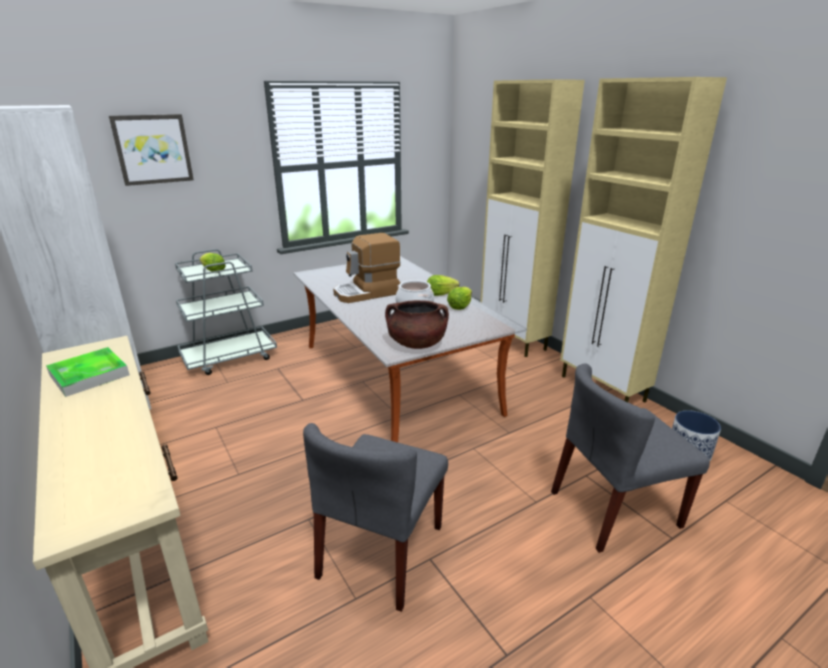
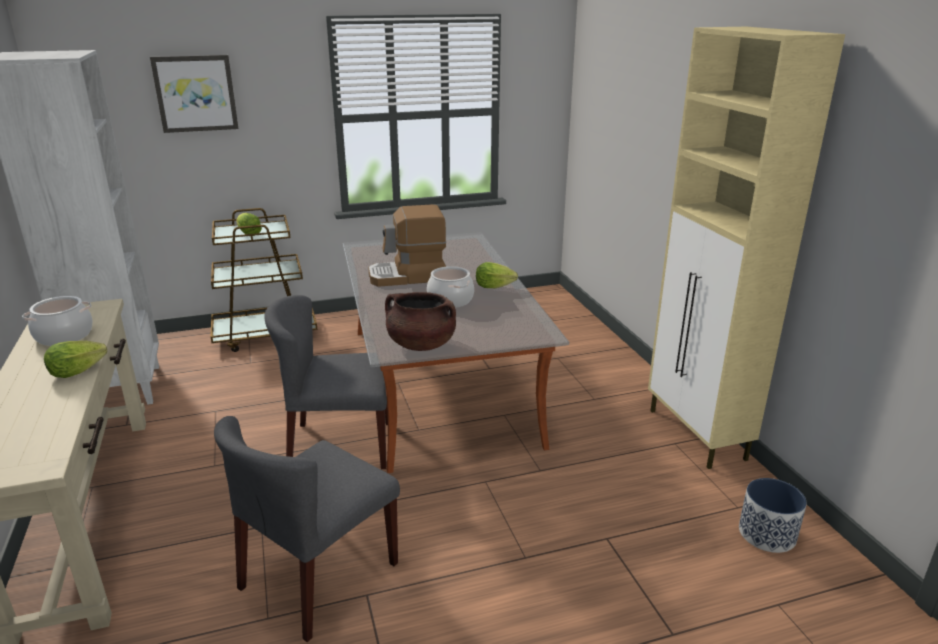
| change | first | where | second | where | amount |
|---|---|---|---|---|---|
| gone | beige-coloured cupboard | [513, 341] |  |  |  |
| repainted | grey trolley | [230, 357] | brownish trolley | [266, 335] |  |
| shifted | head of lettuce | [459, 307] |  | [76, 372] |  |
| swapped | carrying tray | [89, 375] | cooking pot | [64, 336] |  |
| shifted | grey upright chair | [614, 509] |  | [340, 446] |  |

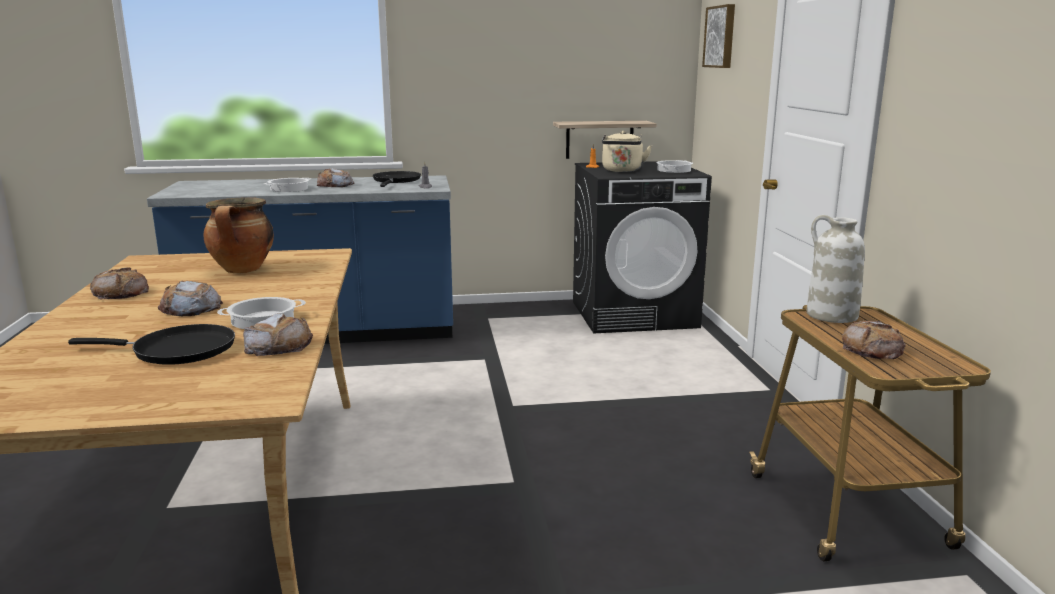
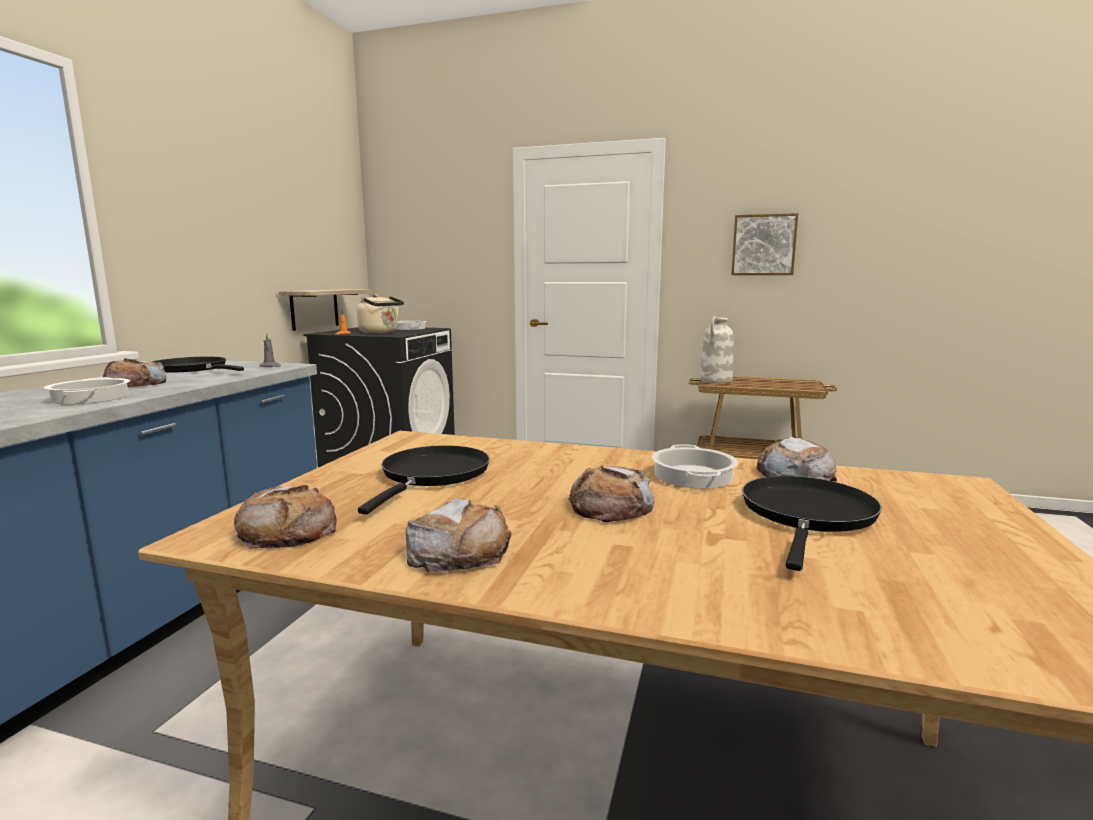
| change | first | where | second | where | amount |
|---|---|---|---|---|---|
| shifted | wall art | [721, 37] |  | [763, 245] |  |
| swapped | cooking pot | [243, 270] | blackish frying pan | [432, 475] |  |
| shifted | bread | [872, 348] |  | [288, 530] |  |

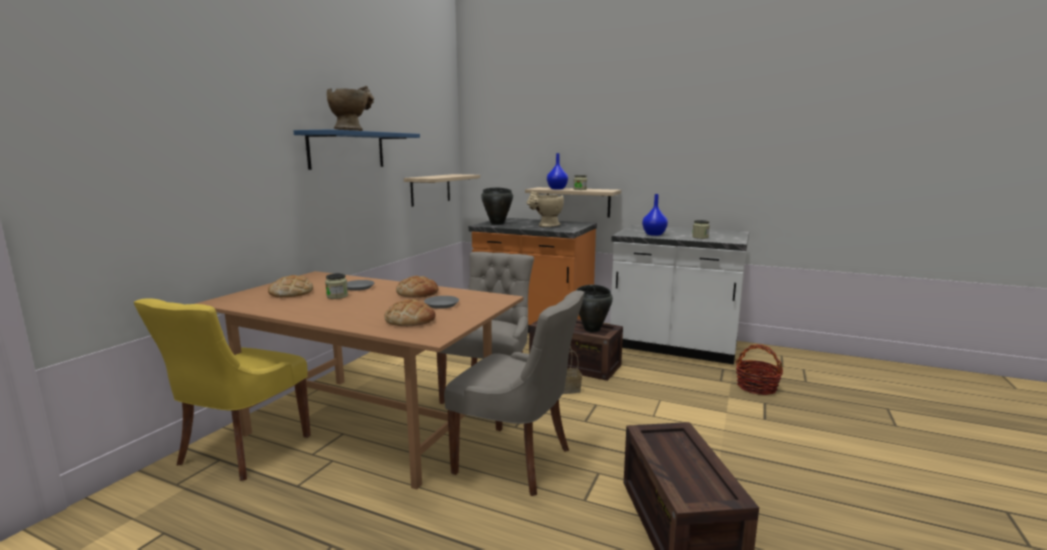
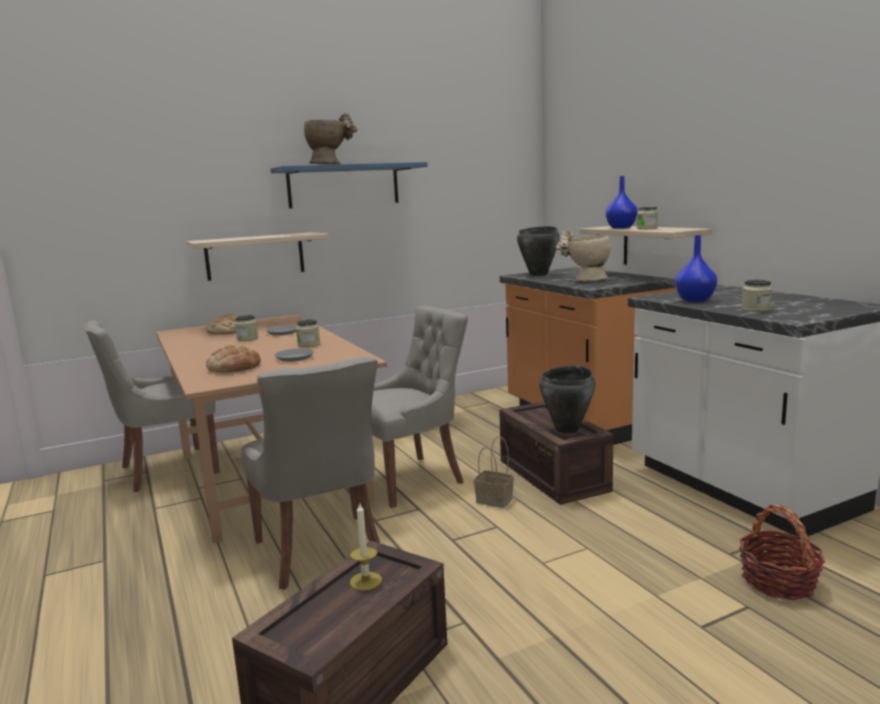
| change | first | where | second | where | amount |
|---|---|---|---|---|---|
| shifted | wall shelf | [430, 189] |  | [255, 256] |  |
| swapped | bread | [417, 293] | preserve jar | [308, 344] |  |
| repainted | yellow-coloured upright chair | [241, 450] | grey upright chair | [166, 469] |  |
| new |  |  | wax light | [365, 581] |  |

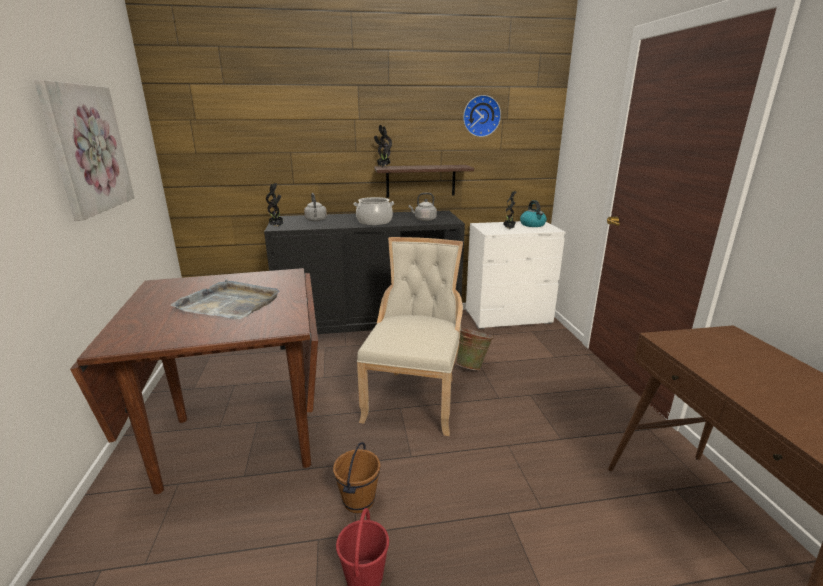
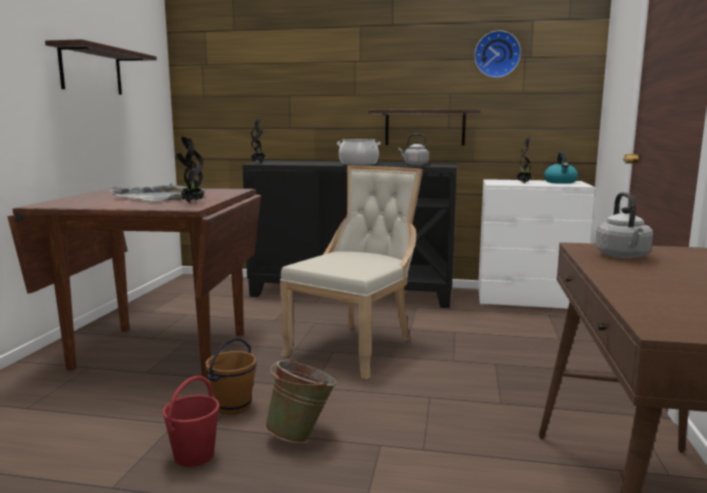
| change | first | where | second | where | amount |
|---|---|---|---|---|---|
| swapped | wall art | [87, 149] | wall shelf | [91, 71] |  |
| shifted | plant in a pot | [383, 167] |  | [192, 203] |  |
| shifted | grey water kettle | [316, 220] |  | [623, 256] |  |
| shifted | greenish bucket | [472, 366] |  | [302, 435] |  |

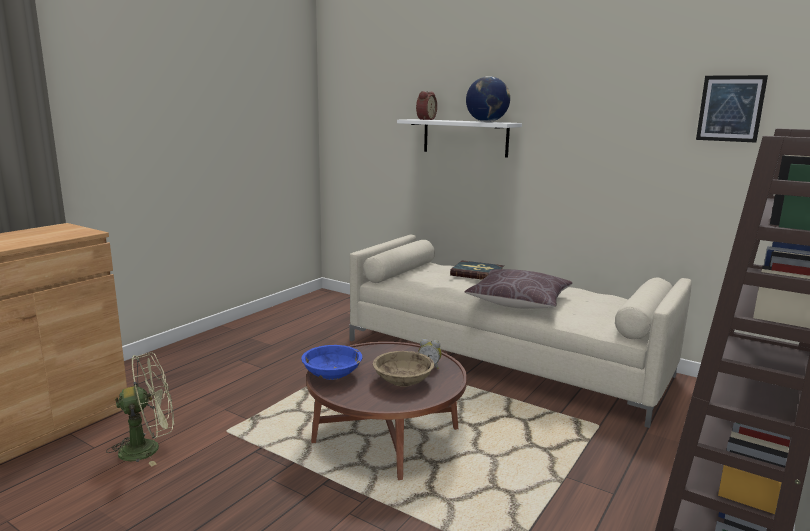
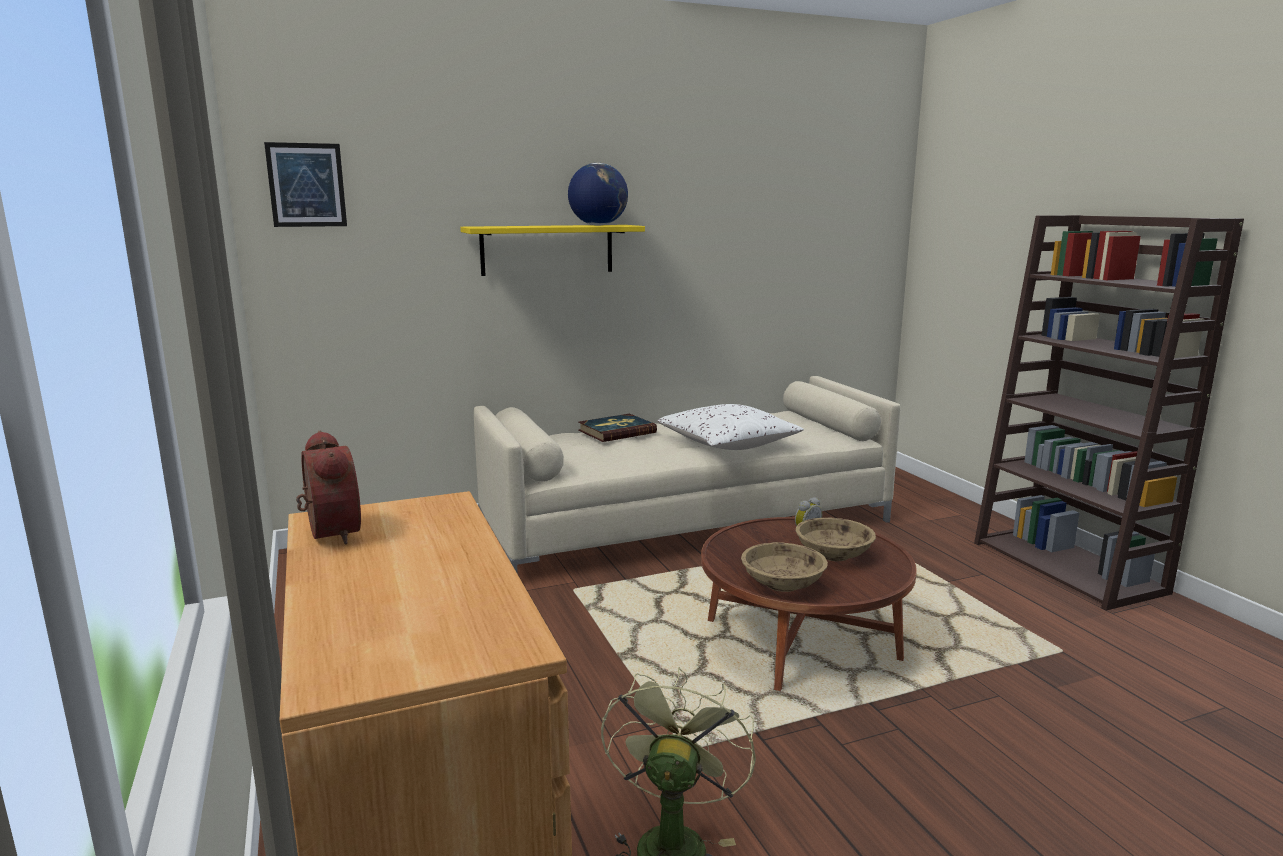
| change | first | where | second | where | amount |
|---|---|---|---|---|---|
| shifted | wall art | [730, 108] |  | [306, 185] |  |
| shifted | table clock | [425, 119] |  | [328, 534] |  |
| repainted | whitish wall shelf | [465, 137] | yellow-coloured wall shelf | [547, 249] |  |
| repainted | brownish pillow | [518, 302] | whitish pillow | [728, 443] |  |
| repainted | blue-coloured serving bowl | [332, 374] | beige-coloured serving bowl | [783, 584] |  |

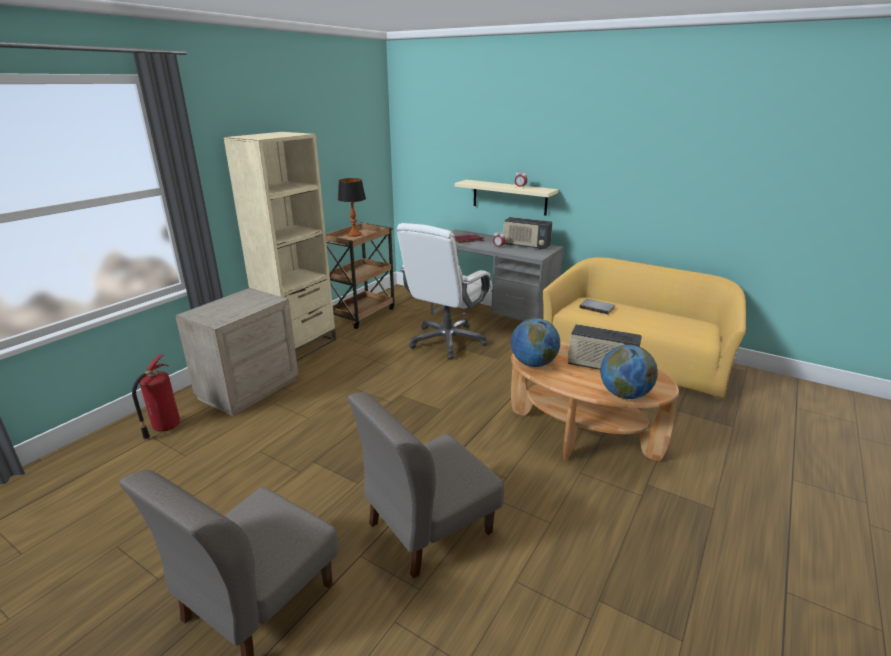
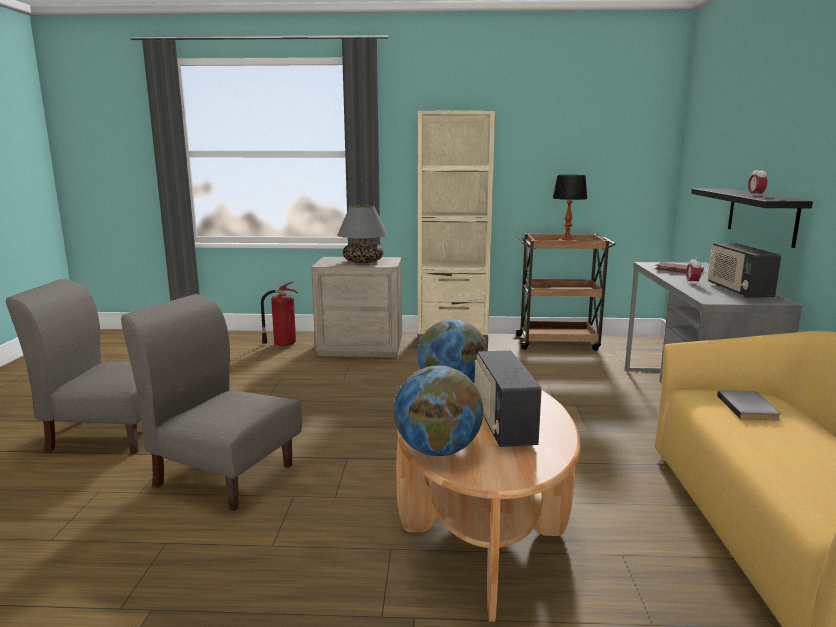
| change | first | where | second | where | amount |
|---|---|---|---|---|---|
| repainted | beige-coloured wall shelf | [509, 197] | blackish wall shelf | [761, 215] |  |
| gone | whitish office chair | [447, 341] |  |  |  |
| new |  |  | grey tabletop lamp | [363, 261] |  |

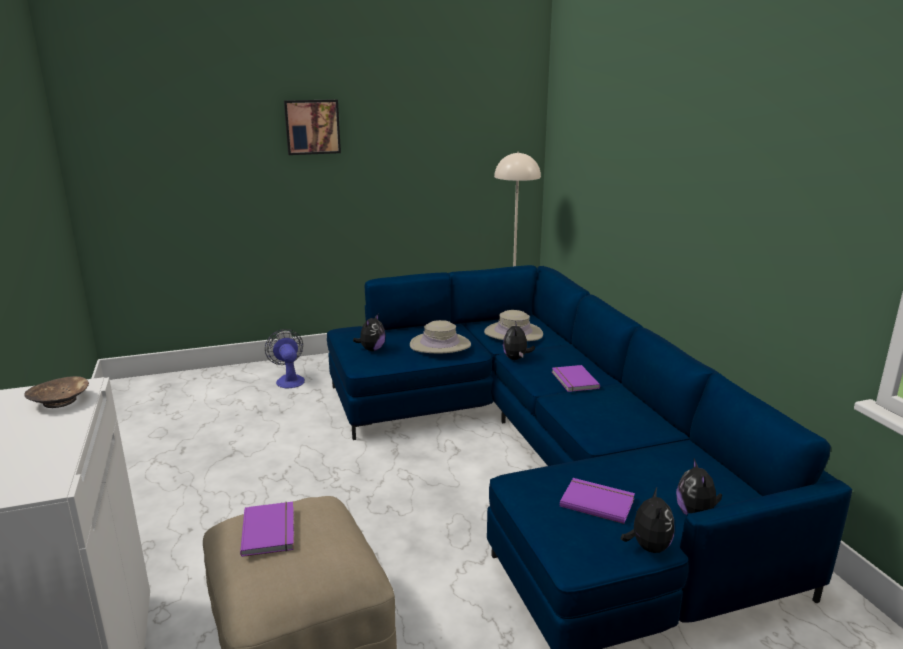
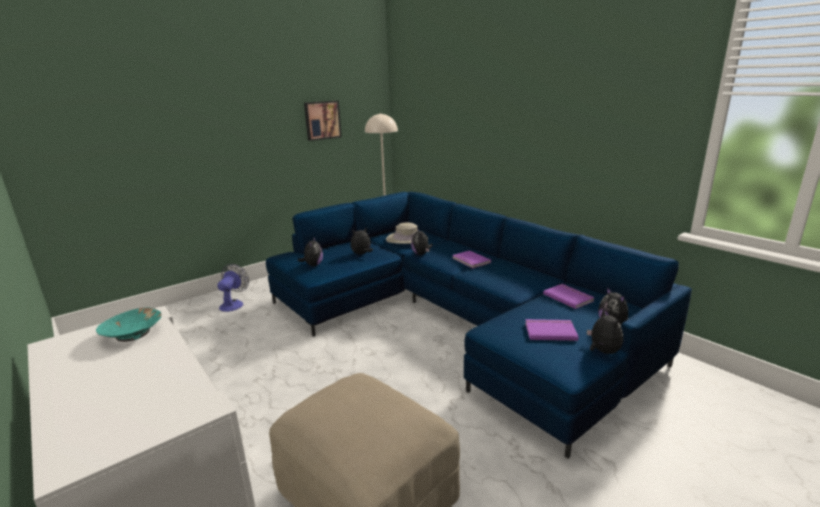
| change | first | where | second | where | amount |
|---|---|---|---|---|---|
| shifted | wall art | [312, 127] |  | [322, 120] |  |
| swapped | beige-coloured clothing hat | [440, 345] | cuddly toy | [362, 254] |  |
| rotated | cooling fan | [289, 379] |  | [234, 304] | 60 degrees clockwise |
| repainted | brownish serving bowl | [60, 401] | turquoise-coloured serving bowl | [133, 333] |  |
| shifted | purple bound book | [271, 530] |  | [568, 297] |  |

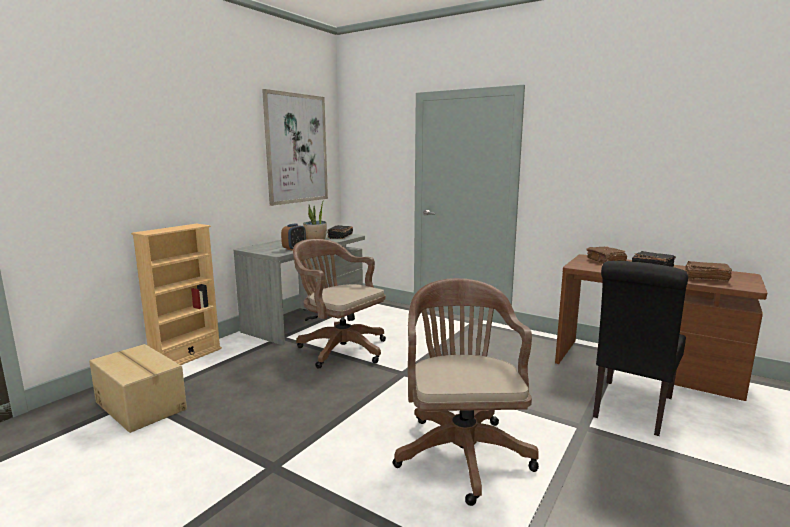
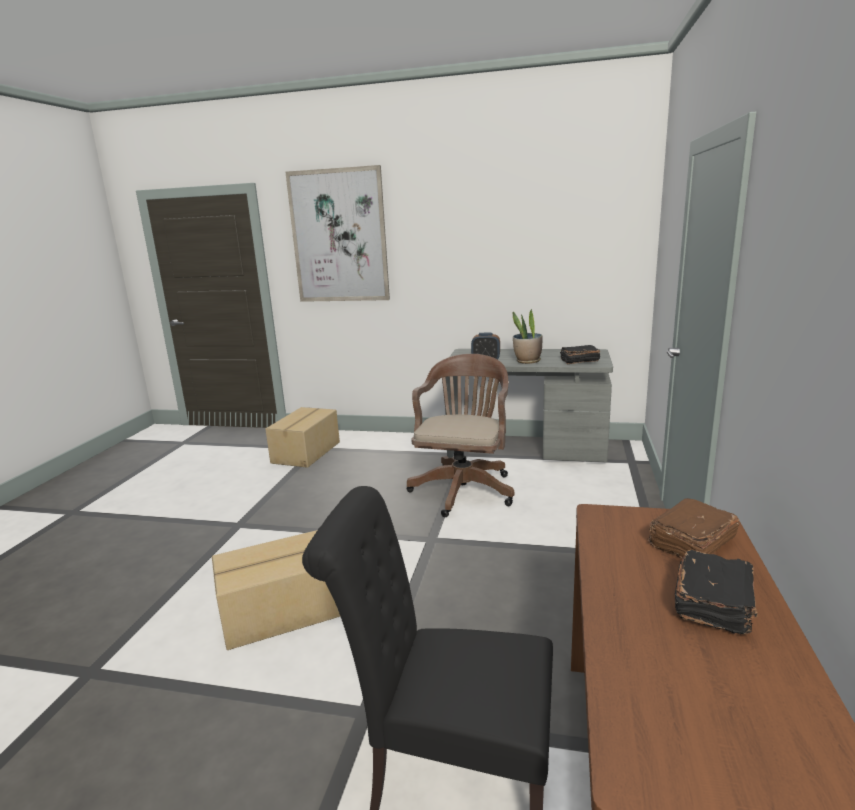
| change | first | where | second | where | amount |
|---|---|---|---|---|---|
| shifted | wall art | [296, 149] |  | [339, 236] |  |
| gone | beige-coloured bookcase | [186, 357] |  |  |  |
| gone | brownish bound book | [705, 278] |  |  |  |
| swapped | brownish office chair | [461, 450] | packing box | [281, 612] |  |

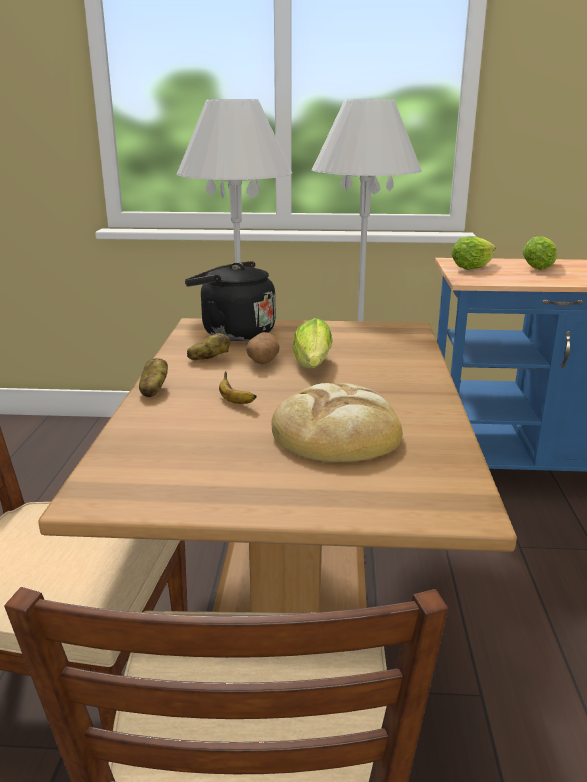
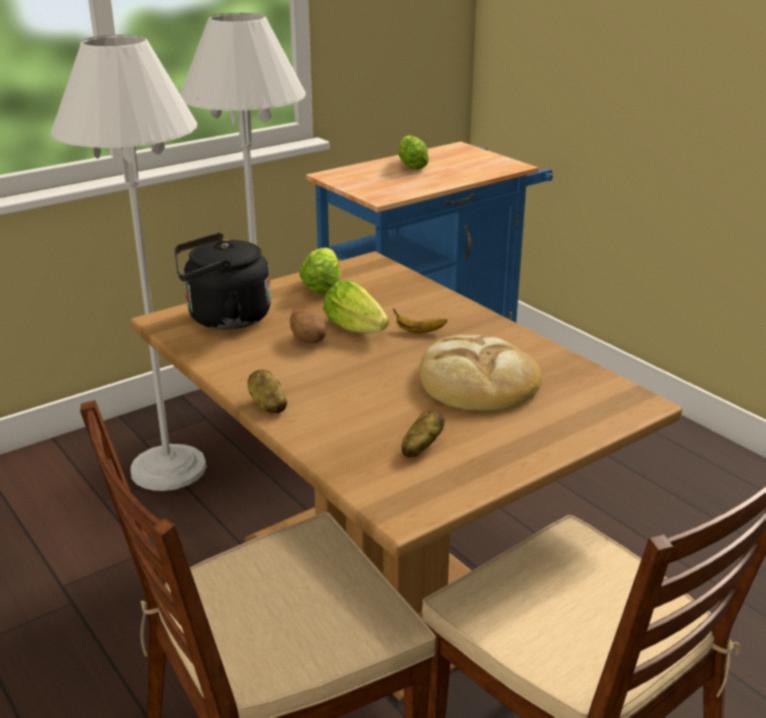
| change | first | where | second | where | amount |
|---|---|---|---|---|---|
| shifted | head of lettuce | [474, 266] |  | [323, 284] |  |
| shifted | spud | [209, 359] |  | [421, 447] |  |
| shifted | banana fruit | [235, 401] |  | [418, 331] |  |

